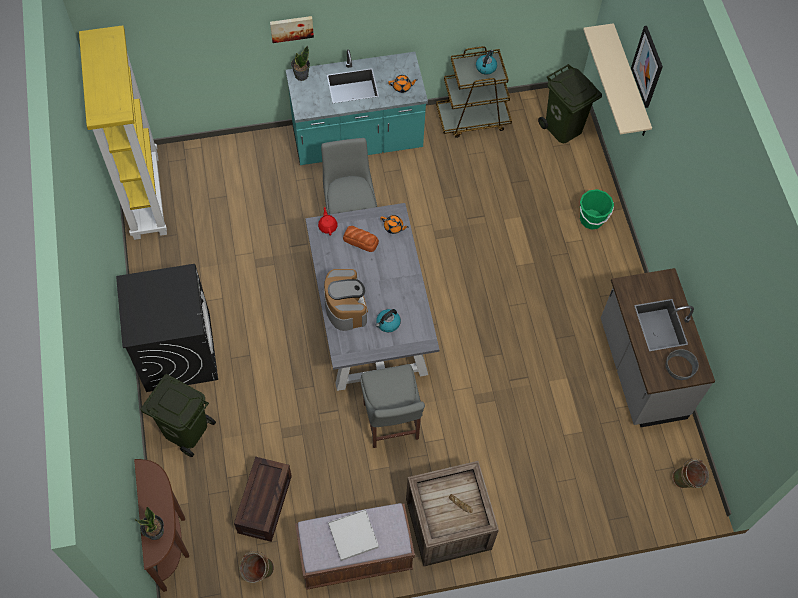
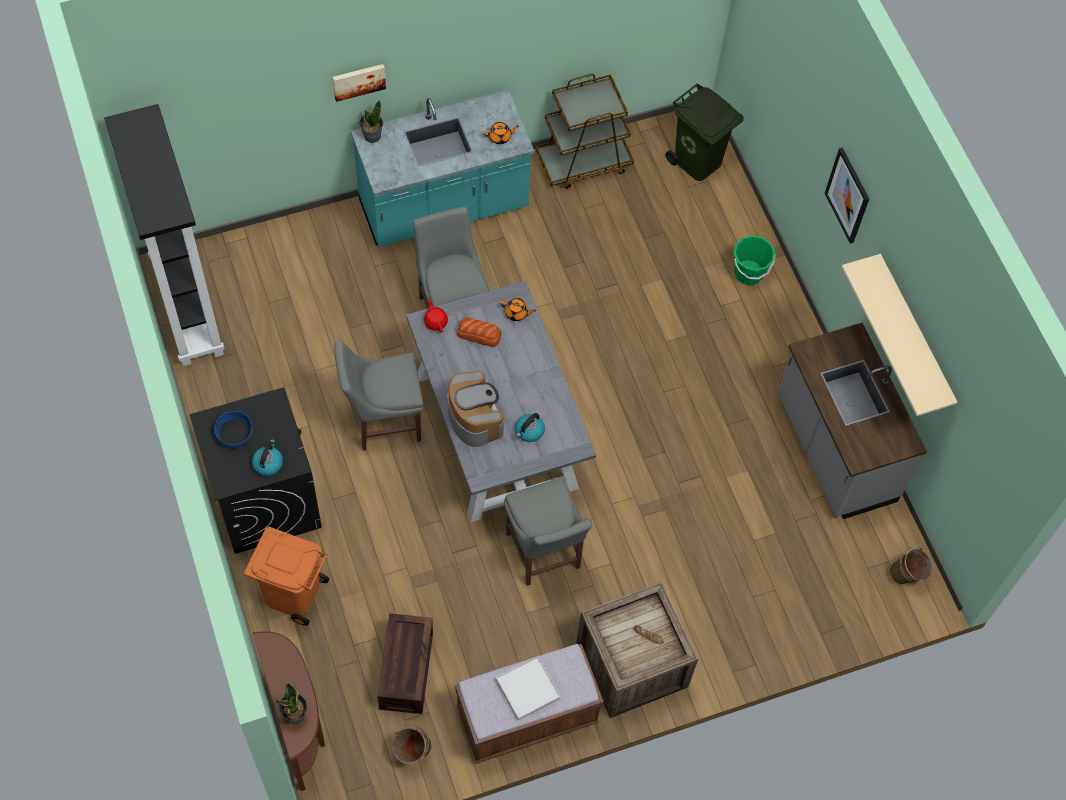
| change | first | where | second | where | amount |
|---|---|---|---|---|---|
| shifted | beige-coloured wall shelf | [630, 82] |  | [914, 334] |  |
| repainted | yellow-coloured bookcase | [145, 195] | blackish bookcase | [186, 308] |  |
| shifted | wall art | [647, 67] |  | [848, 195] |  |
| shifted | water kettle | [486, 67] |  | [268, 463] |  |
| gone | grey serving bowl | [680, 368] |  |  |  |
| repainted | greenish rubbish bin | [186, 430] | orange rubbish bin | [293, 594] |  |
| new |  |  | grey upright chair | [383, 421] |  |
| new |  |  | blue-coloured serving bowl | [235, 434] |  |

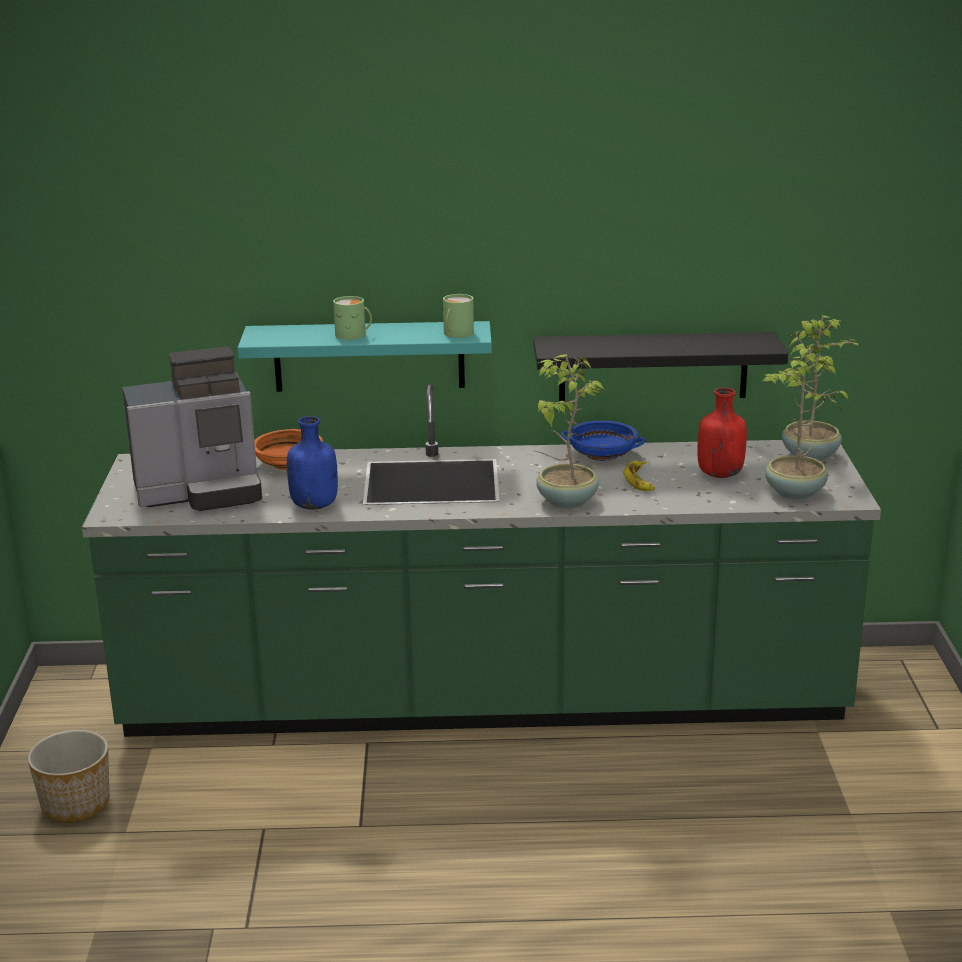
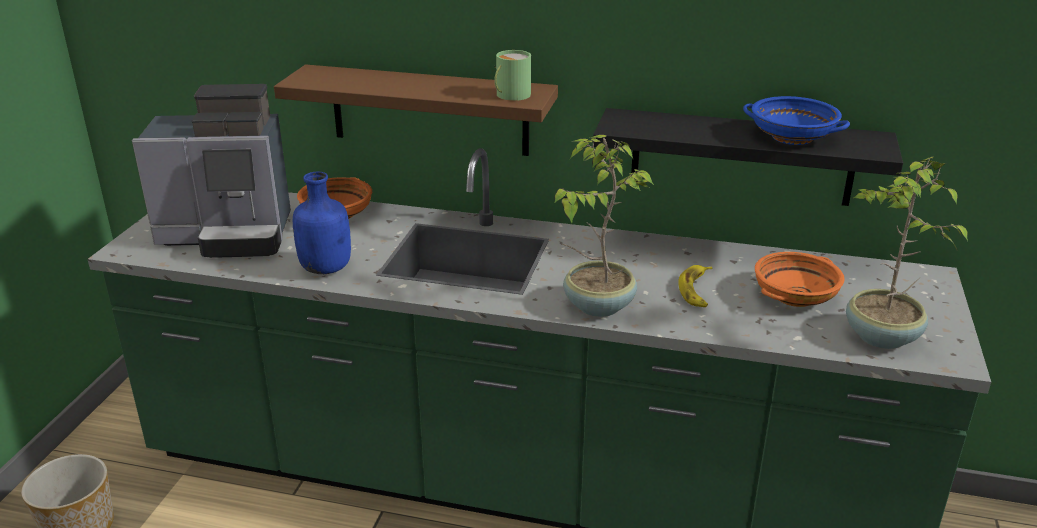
| change | first | where | second | where | amount |
|---|---|---|---|---|---|
| gone | greenish tea mug | [354, 335] |  |  |  |
| gone | plant in a pot | [811, 455] |  |  |  |
| repainted | turquoise-coloured wall shelf | [369, 356] | brownish wall shelf | [429, 110] |  |
| swapped | reddish bottle | [719, 474] | orange serving bowl | [795, 296] |  |
| shifted | blue-coloured serving bowl | [601, 454] |  | [791, 137] |  |

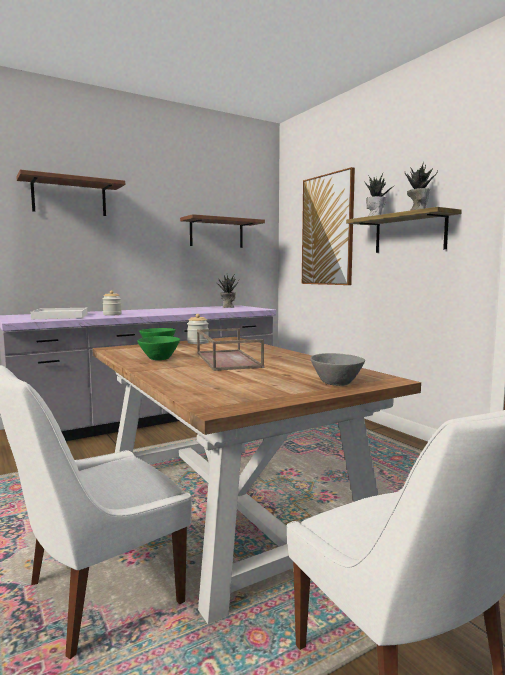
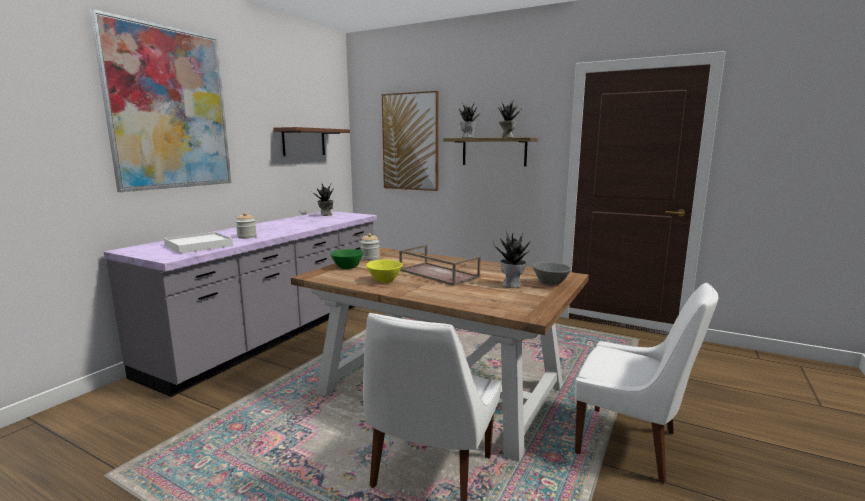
| change | first | where | second | where | amount |
|---|---|---|---|---|---|
| swapped | brownish wall shelf | [69, 197] | wall art | [169, 109] |  |
| repainted | greenish serving bowl | [158, 358] | yellow-coloured serving bowl | [383, 280] |  |
| new |  |  | plant in a pot | [512, 285] |  |

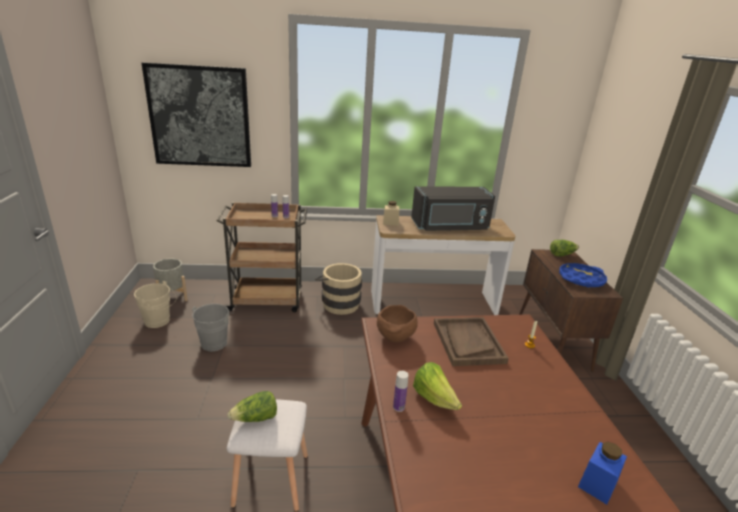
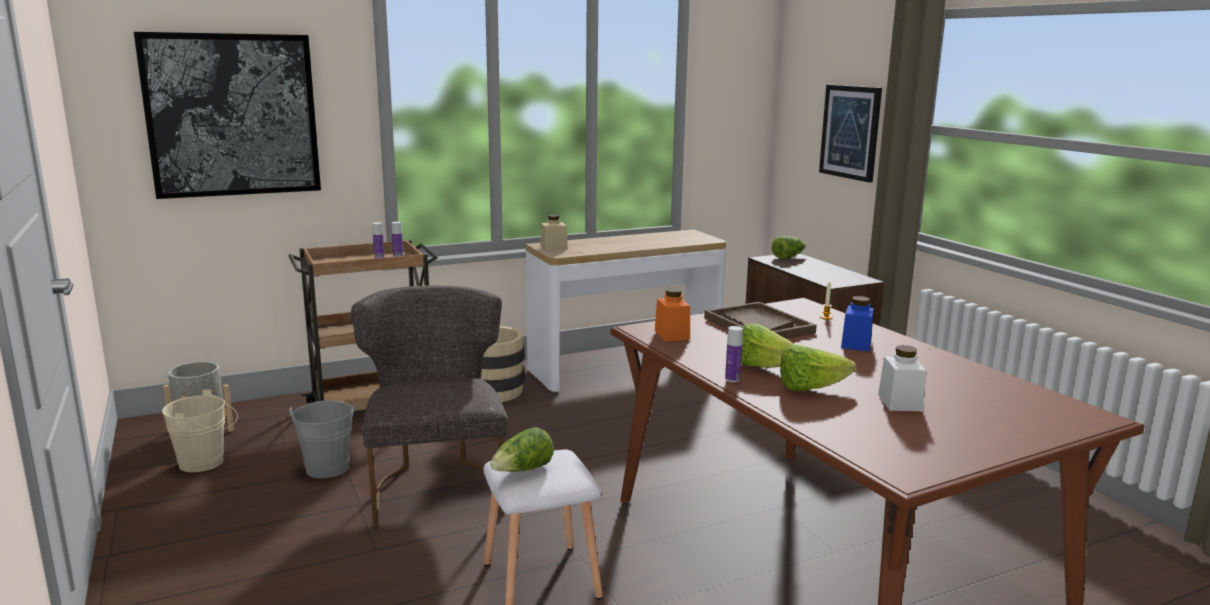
| change | first | where | second | where | amount |
|---|---|---|---|---|---|
| gone | blackish microwave | [450, 227] |  |  |  |
| gone | blue-coloured carrying tray | [581, 279] |  |  |  |
| swapped | brownish serving bowl | [395, 338] | orange preserve jar | [672, 335] |  |
| shifted | blue-coloured preserve jar | [597, 484] |  | [856, 344] |  |
| new |  |  | wall art | [850, 132] |  |
| new |  |  | grey upright chair | [437, 487] |  |
| new |  |  | head of lettuce | [810, 388] |  |
| new |  |  | whitish preserve jar | [900, 402] |  |

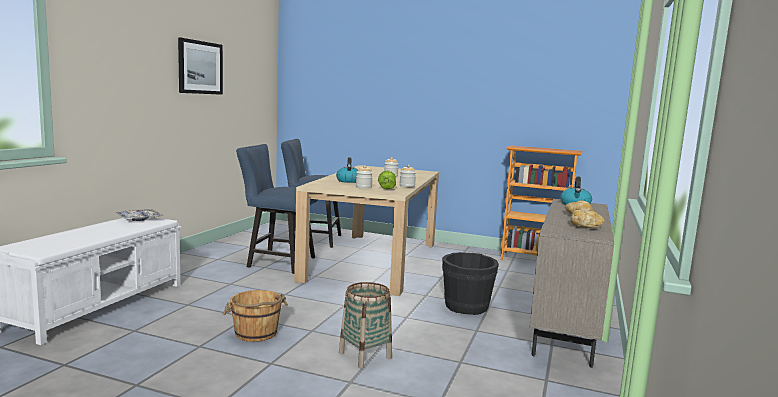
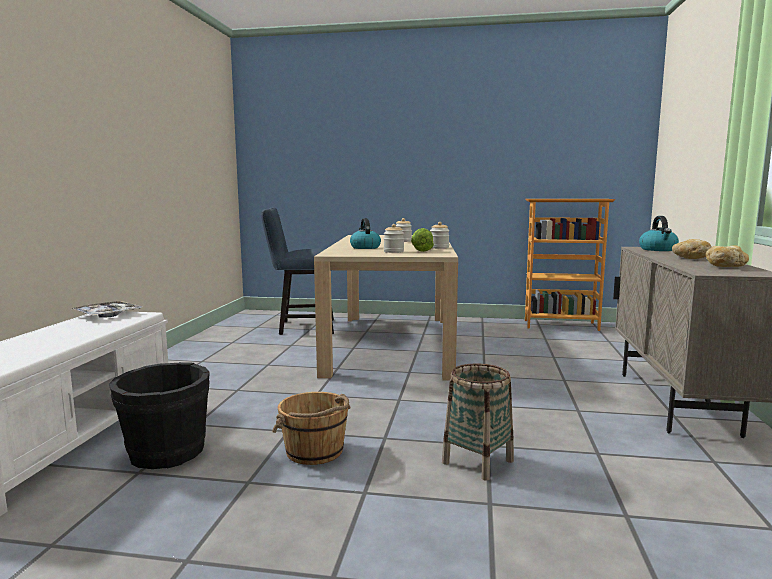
| change | first | where | second | where | amount |
|---|---|---|---|---|---|
| gone | wall art | [200, 67] |  |  |  |
| gone | blue-coloured upright chair | [276, 262] |  |  |  |
| shifted | blackish bucket | [466, 307] |  | [166, 453] |  |

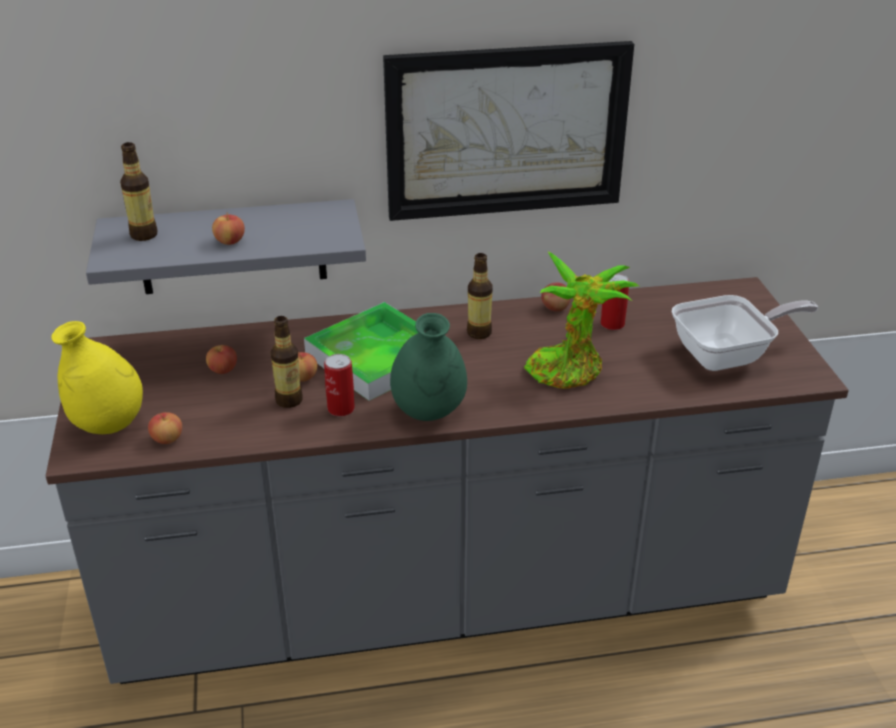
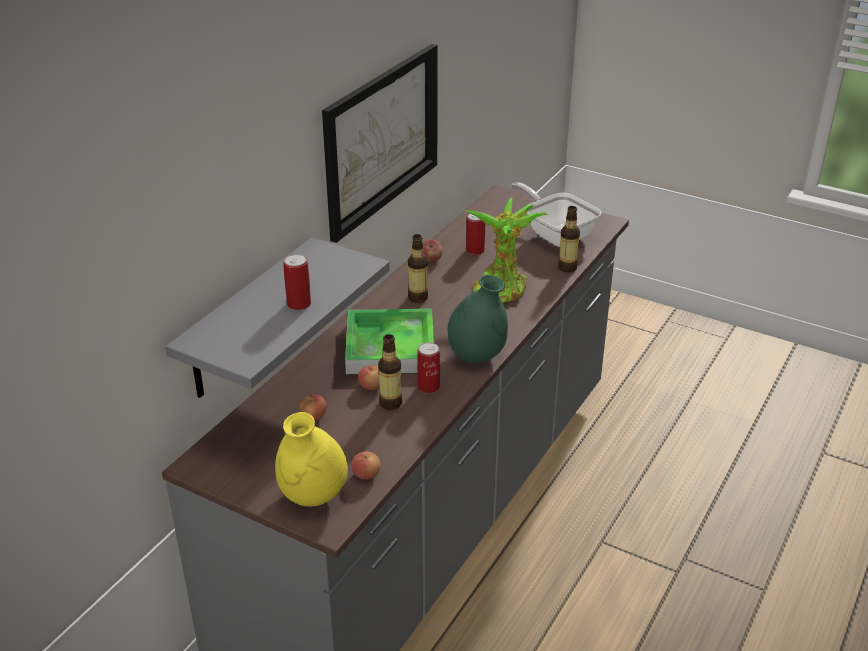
| change | first | where | second | where | amount |
|---|---|---|---|---|---|
| shifted | bottle | [144, 235] |  | [567, 268] |  |
| swapped | apple fruit | [230, 241] | can | [299, 304] |  |
| rotated | frying pan | [728, 355] |  | [555, 234] | 60 degrees counterclockwise |

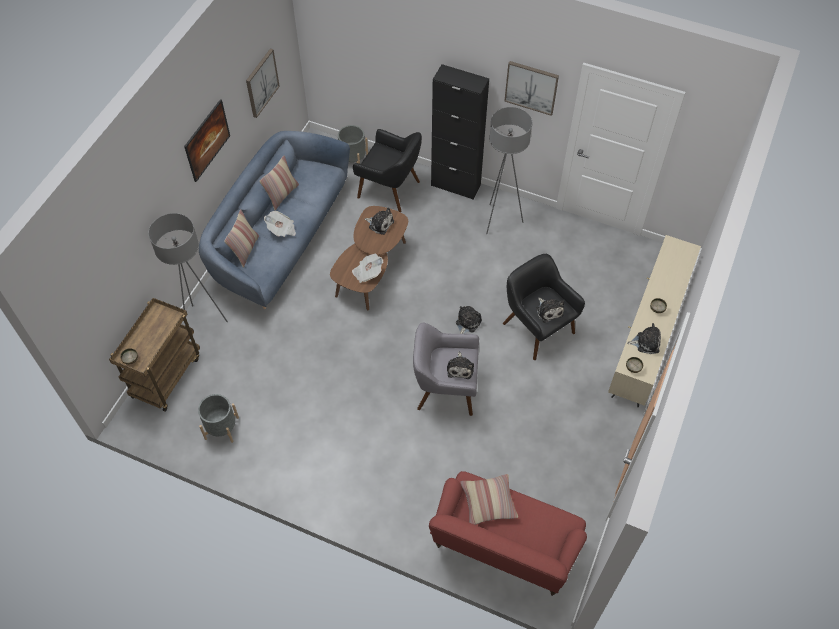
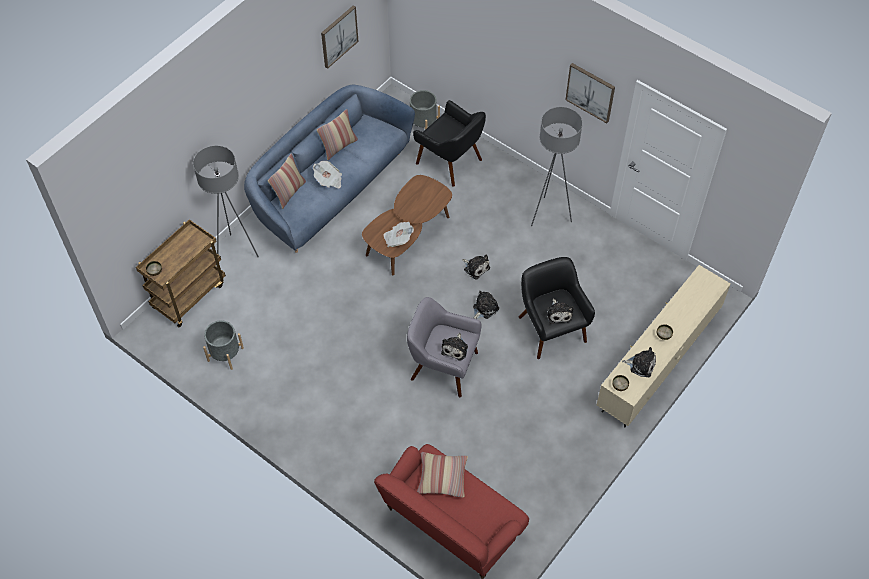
| change | first | where | second | where | amount |
|---|---|---|---|---|---|
| gone | blackish cupboard | [455, 185] |  |  |  |
| gone | wall art | [209, 149] |  |  |  |
| shifted | cuddly toy | [380, 224] |  | [475, 268] |  |

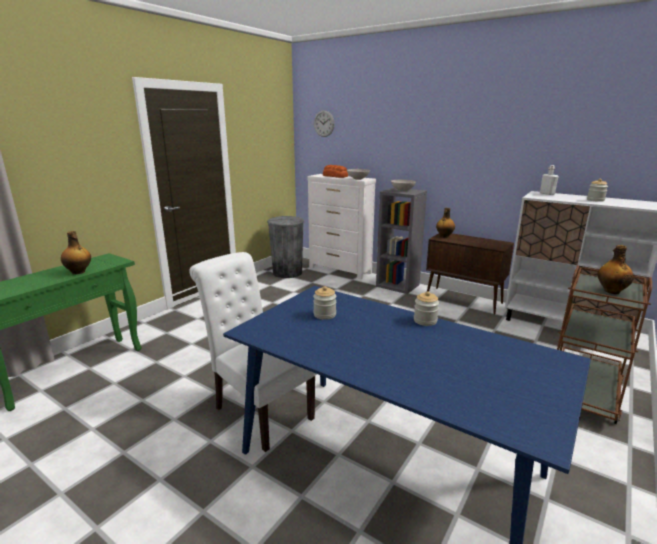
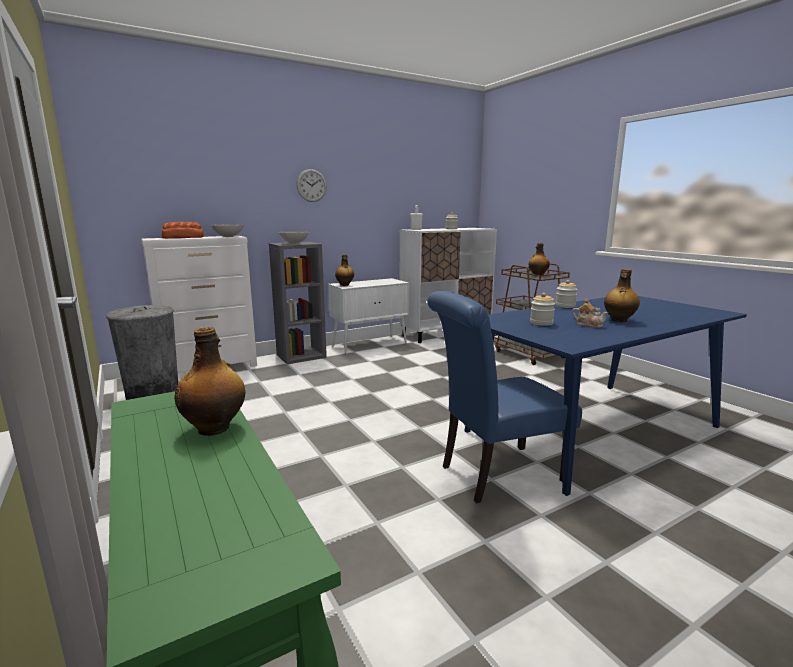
| change | first | where | second | where | amount |
|---|---|---|---|---|---|
| shifted | hanging clock | [324, 123] |  | [311, 185] |  |
| repainted | brownish cupboard | [464, 300] | whitish cupboard | [370, 344] |  |
| repainted | whitish upright chair | [259, 411] | blue-coloured upright chair | [495, 474] |  |
| new |  |  | bottle | [618, 320] |  |
| new |  |  | pot for tea | [589, 325] |  |

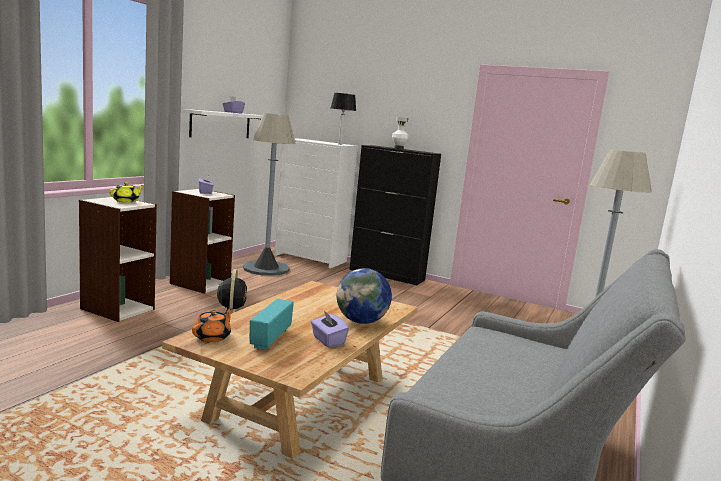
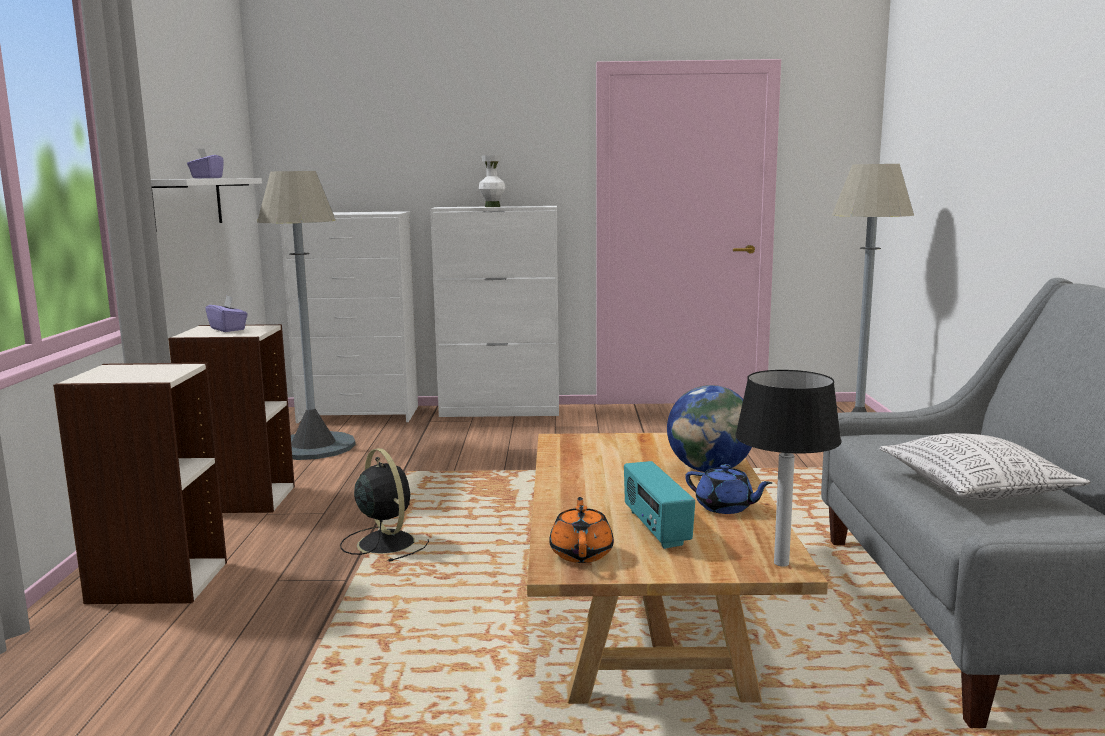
| change | first | where | second | where | amount |
|---|---|---|---|---|---|
| shifted | tabletop lamp | [340, 144] |  | [781, 562] |  |
| repainted | blackish cupboard | [387, 275] | whitish cupboard | [500, 411] |  |
| gone | yellow-coloured pot for tea | [126, 201] |  |  |  |
| swapped | purple tissue box | [327, 340] | blue-coloured pot for tea | [725, 507] |  |
| new |  |  | pillow | [977, 489] |  |

